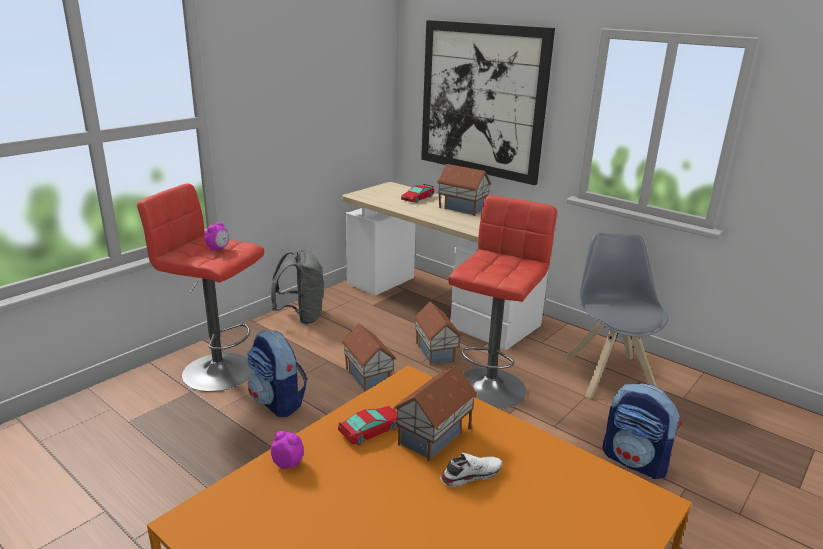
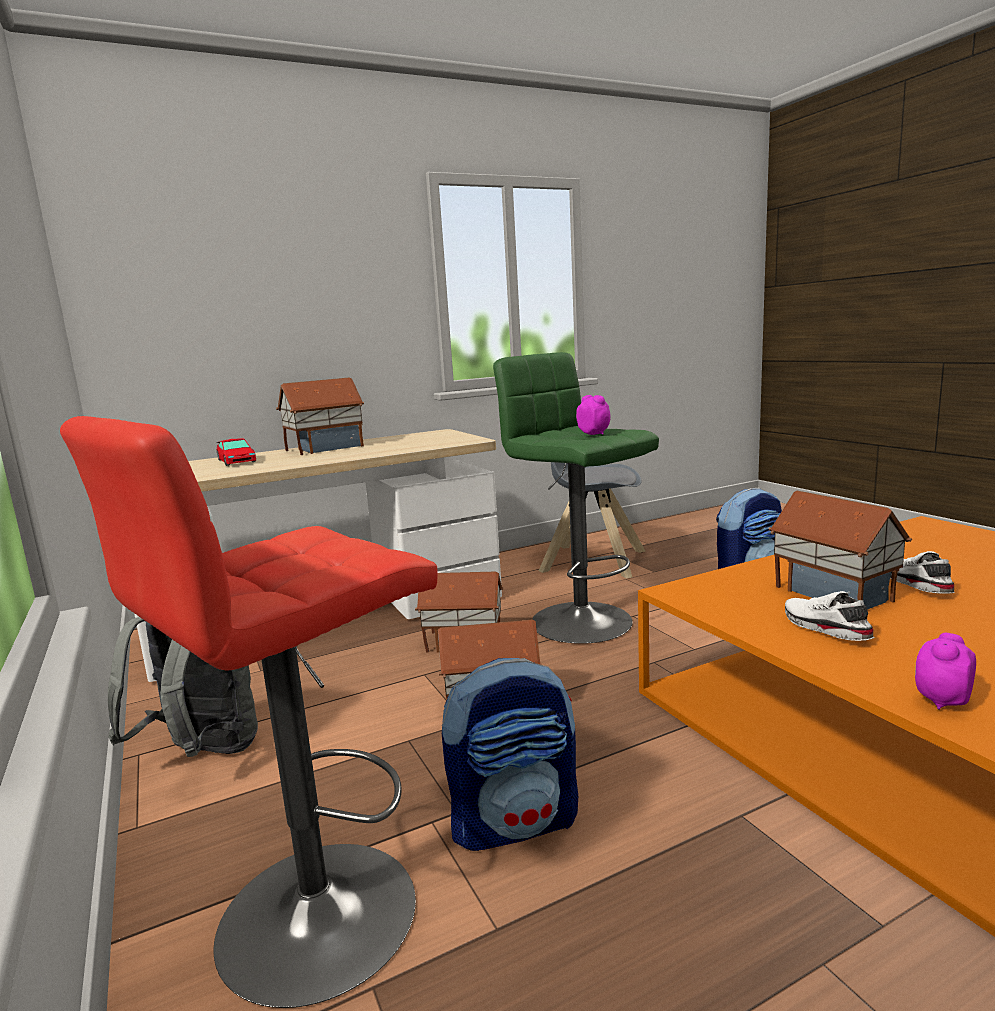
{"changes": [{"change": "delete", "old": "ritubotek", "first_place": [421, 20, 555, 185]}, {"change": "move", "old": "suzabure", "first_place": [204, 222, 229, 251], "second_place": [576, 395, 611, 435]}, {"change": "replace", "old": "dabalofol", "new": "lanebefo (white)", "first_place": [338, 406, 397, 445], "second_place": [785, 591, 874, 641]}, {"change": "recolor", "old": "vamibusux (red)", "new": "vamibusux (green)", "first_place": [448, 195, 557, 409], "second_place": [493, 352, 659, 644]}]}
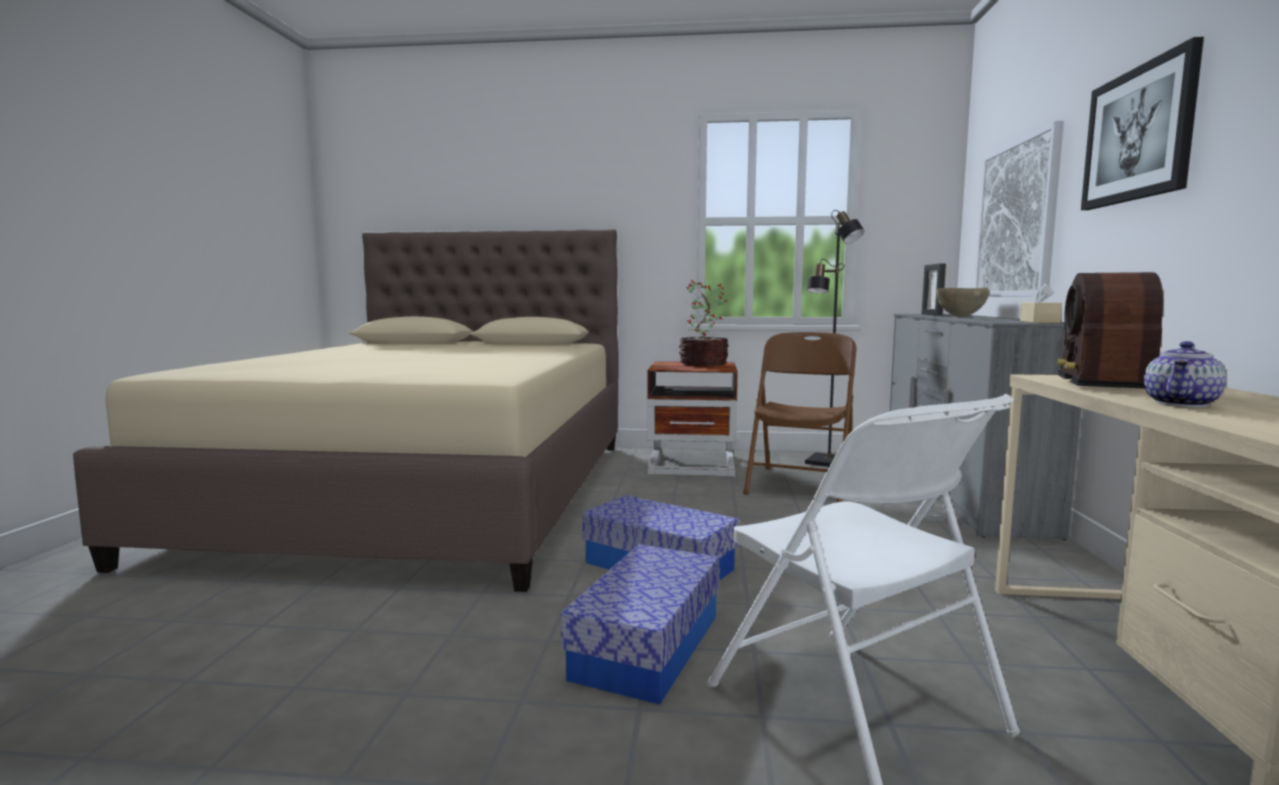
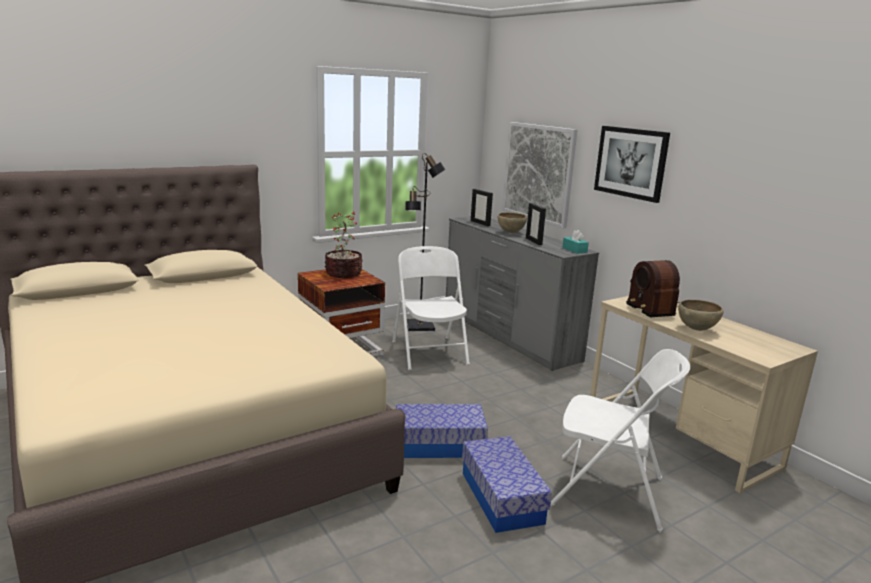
{"changes": [{"change": "insert", "new": "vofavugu", "second_place": [526, 203, 546, 245]}, {"change": "replace", "old": "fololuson", "new": "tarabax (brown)", "first_place": [1144, 341, 1226, 407], "second_place": [678, 299, 723, 331]}, {"change": "recolor", "old": "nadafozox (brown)", "new": "nadafozox (white)", "first_place": [743, 332, 856, 502], "second_place": [392, 246, 470, 370]}, {"change": "recolor", "old": "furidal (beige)", "new": "furidal (turquoise)", "first_place": [1020, 284, 1062, 323], "second_place": [562, 230, 589, 254]}]}
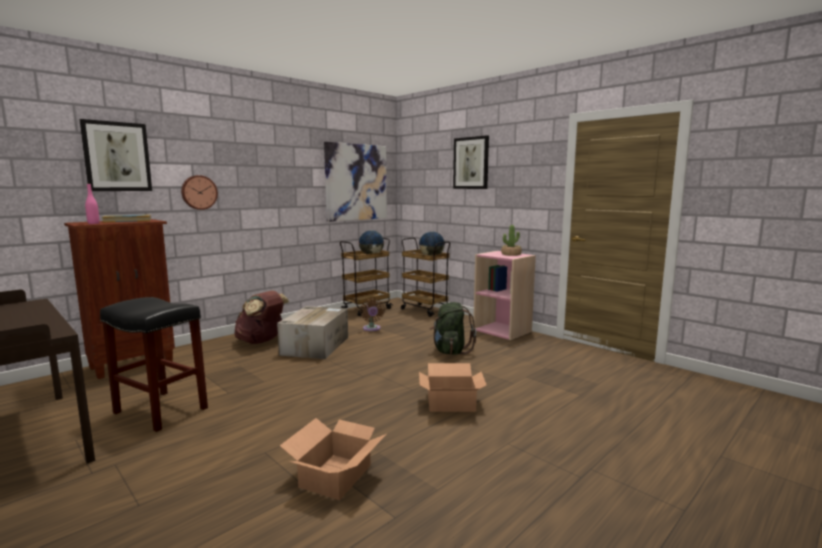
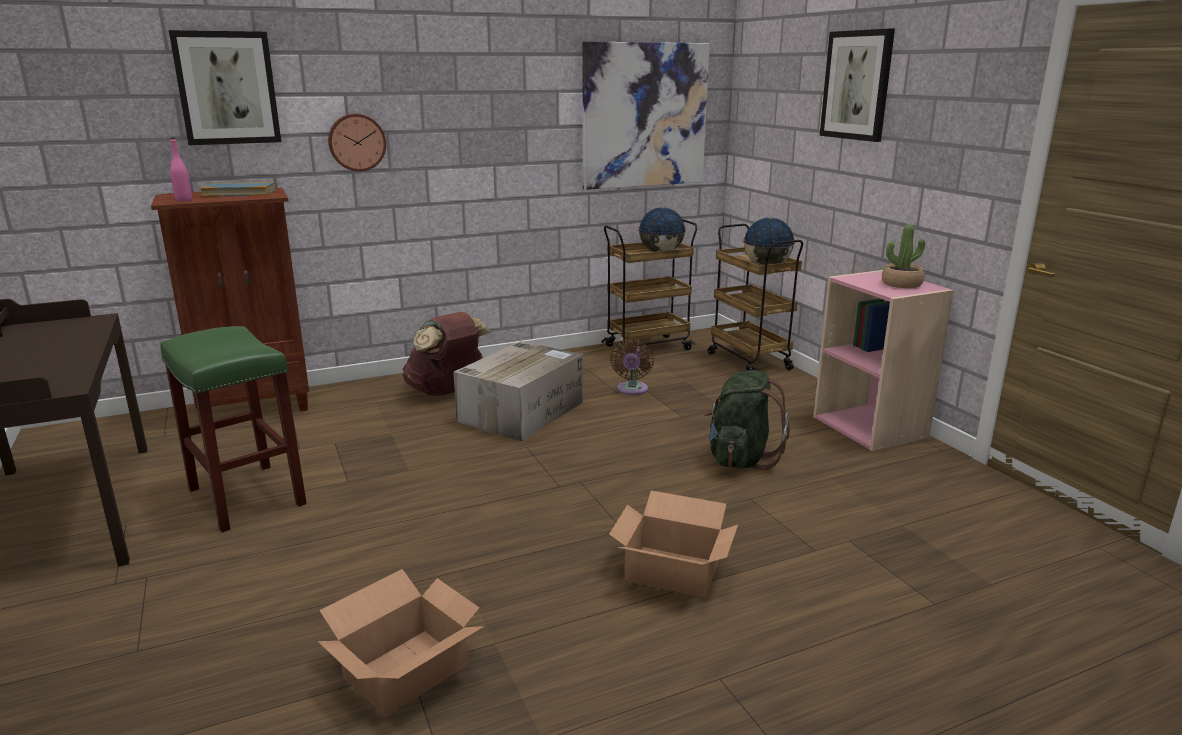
{"changes": [{"change": "recolor", "old": "vamibusux (black)", "new": "vamibusux (green)", "first_place": [100, 297, 208, 432], "second_place": [160, 326, 307, 533]}]}
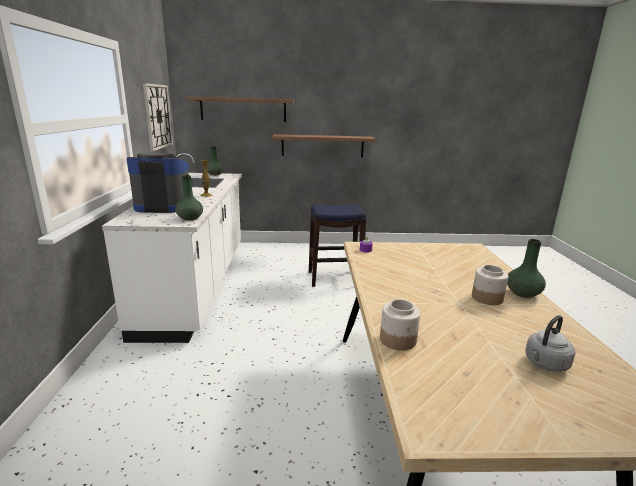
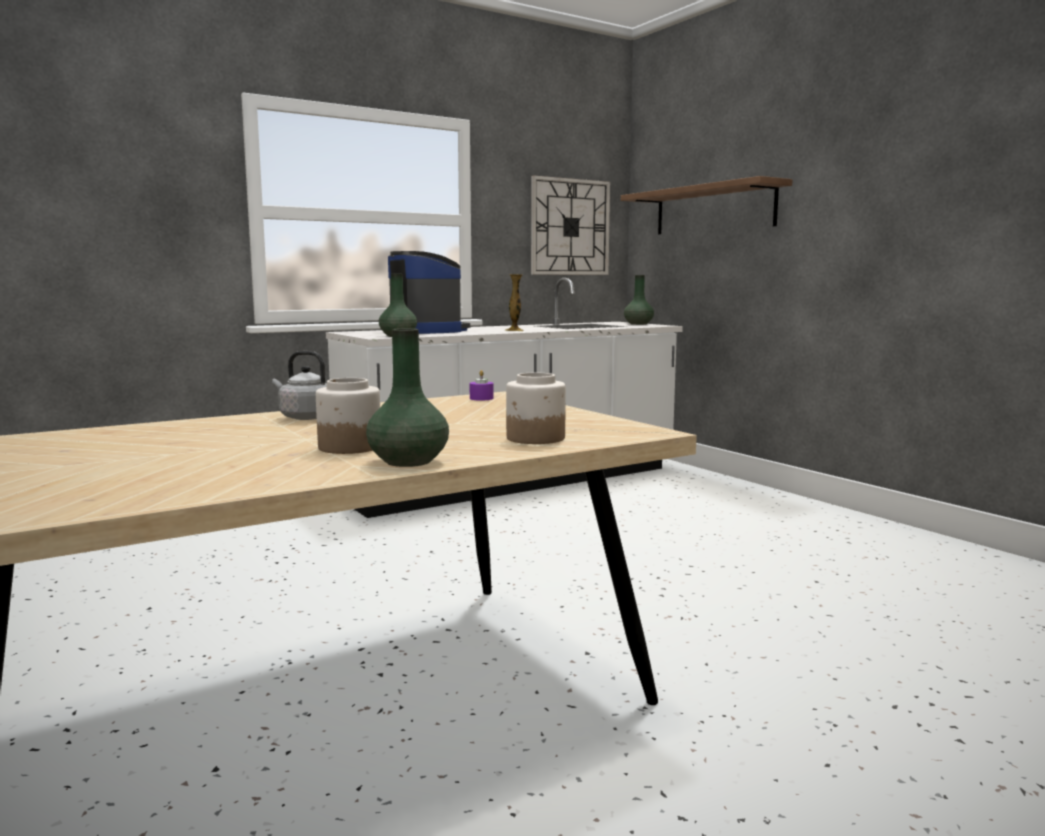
{"changes": [{"change": "delete", "old": "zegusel", "first_place": [272, 134, 375, 158]}, {"change": "delete", "old": "vamibusux", "first_place": [309, 204, 366, 287]}, {"change": "move", "old": "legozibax", "first_place": [380, 299, 420, 351], "second_place": [506, 373, 566, 444]}, {"change": "move", "old": "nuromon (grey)", "first_place": [525, 315, 576, 372], "second_place": [272, 351, 327, 420]}]}
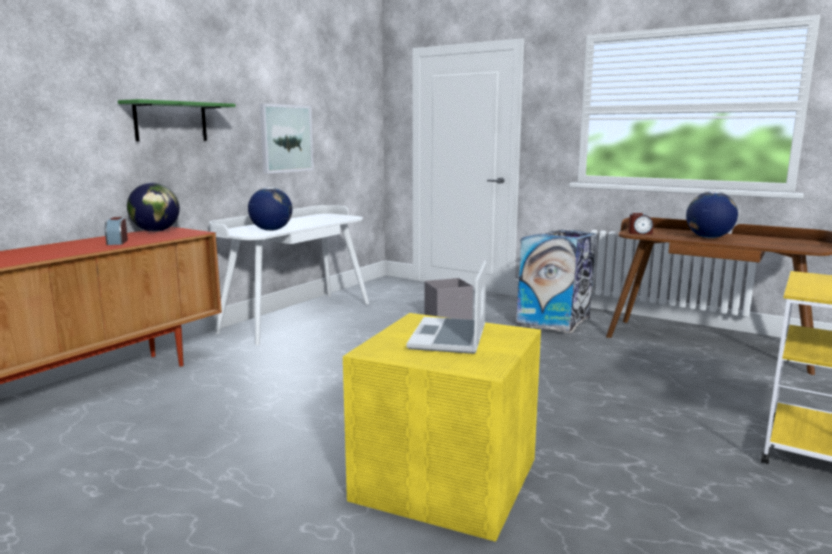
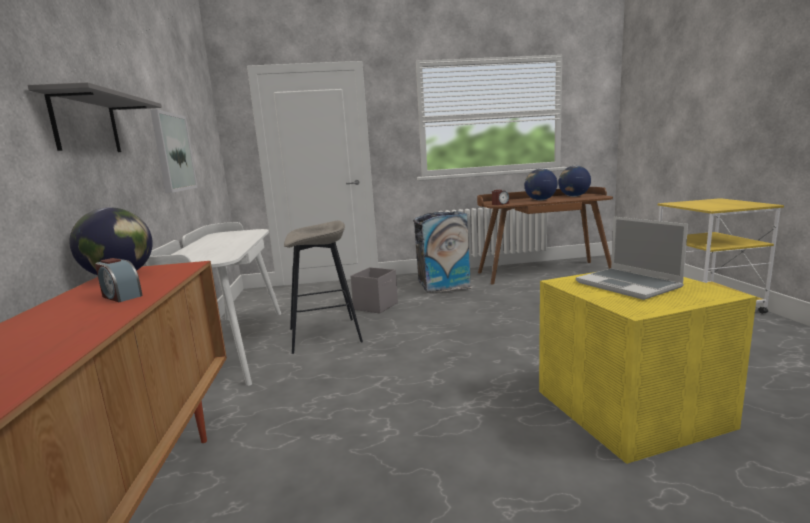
{"changes": [{"change": "insert", "new": "vamibusux (grey)", "second_place": [284, 221, 363, 354]}, {"change": "move", "old": "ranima", "first_place": [248, 187, 292, 231], "second_place": [558, 166, 591, 197]}, {"change": "recolor", "old": "zegusel (green)", "new": "zegusel (grey)", "first_place": [118, 99, 236, 142], "second_place": [28, 82, 162, 152]}]}
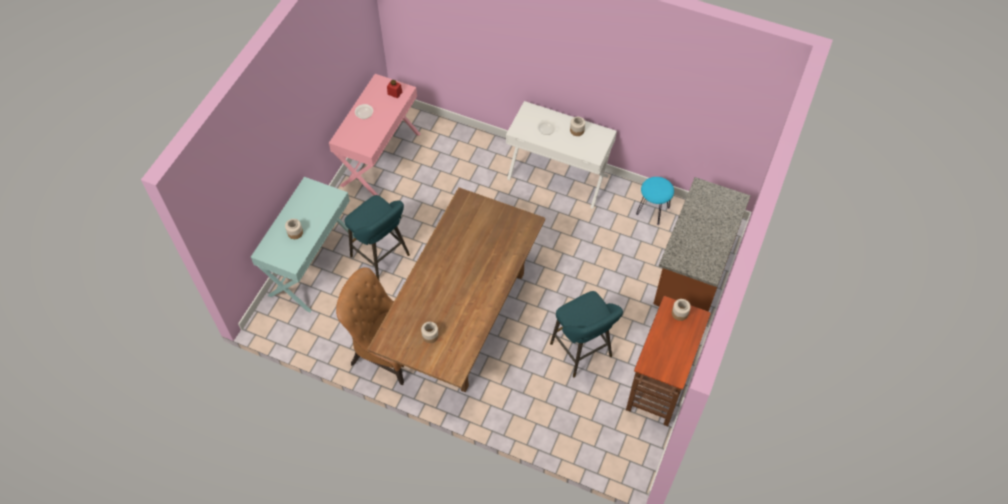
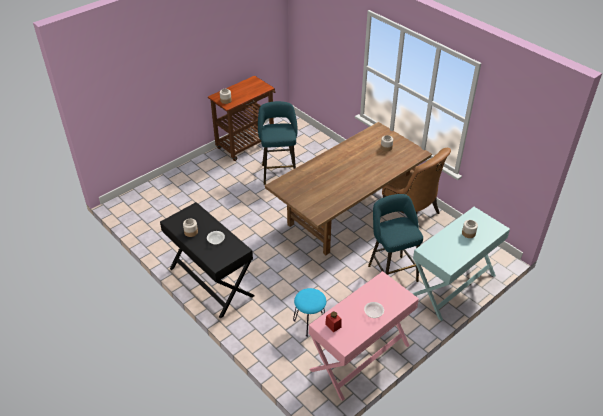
{"changes": [{"change": "delete", "old": "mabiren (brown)", "first_place": [653, 177, 750, 312]}, {"change": "move", "old": "vamibusux (turquoise)", "first_place": [636, 177, 674, 225], "second_place": [293, 288, 326, 337]}, {"change": "recolor", "old": "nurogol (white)", "new": "nurogol (black)", "first_place": [506, 101, 617, 209], "second_place": [160, 202, 255, 319]}]}
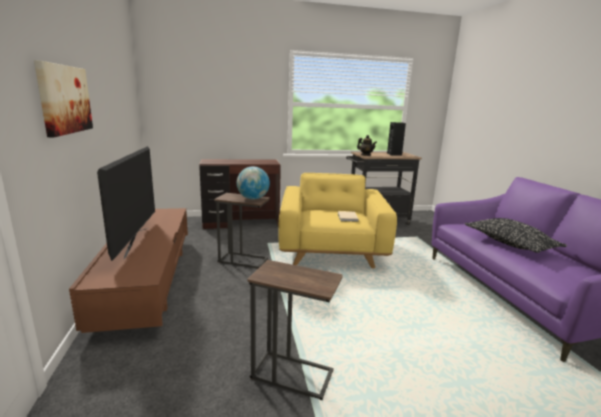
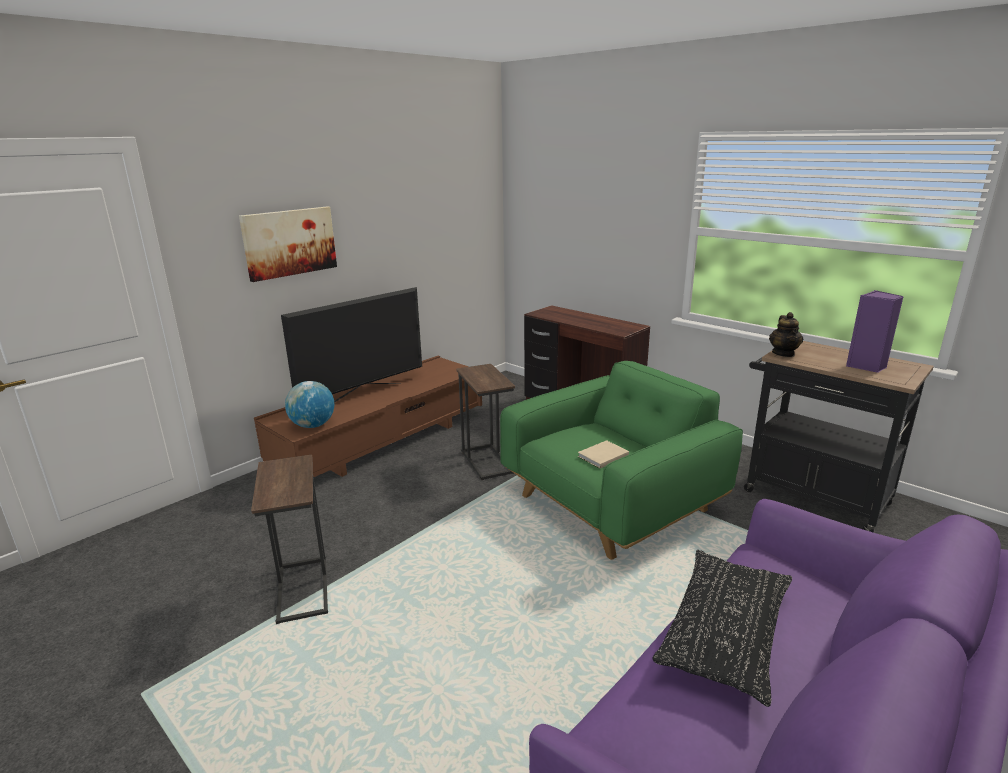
{"changes": [{"change": "move", "old": "ranima", "first_place": [237, 167, 270, 199], "second_place": [285, 381, 334, 428]}, {"change": "recolor", "old": "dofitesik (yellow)", "new": "dofitesik (green)", "first_place": [278, 173, 397, 268], "second_place": [500, 361, 743, 560]}, {"change": "recolor", "old": "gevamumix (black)", "new": "gevamumix (purple)", "first_place": [387, 122, 406, 156], "second_place": [846, 290, 904, 373]}]}
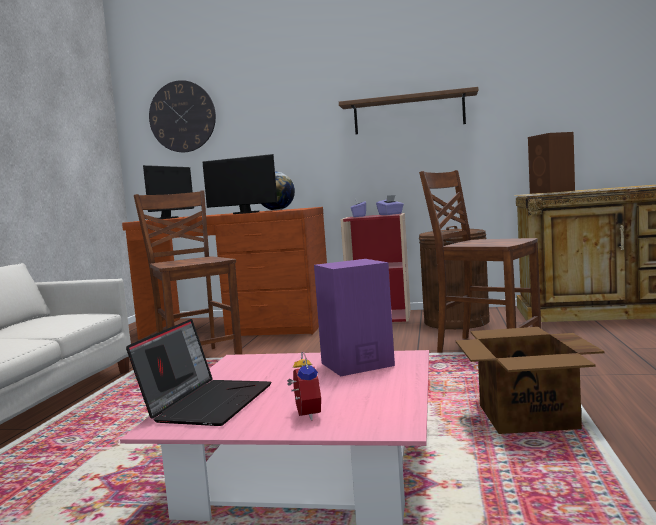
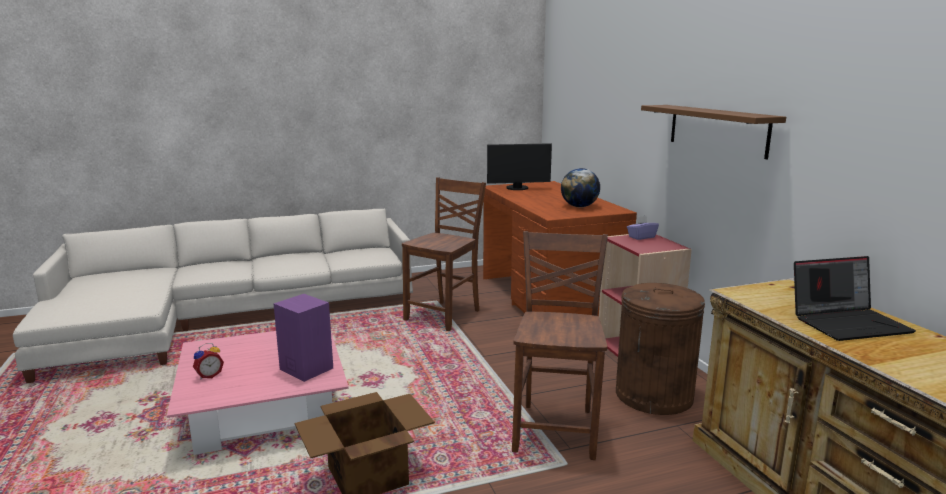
{"changes": [{"change": "delete", "old": "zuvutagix", "first_place": [149, 80, 216, 152]}, {"change": "delete", "old": "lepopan", "first_place": [202, 154, 277, 214]}, {"change": "delete", "old": "furidal (purple)", "first_place": [376, 195, 404, 215]}, {"change": "delete", "old": "gevamumix (brown)", "first_place": [528, 132, 575, 194]}, {"change": "move", "old": "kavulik", "first_place": [126, 319, 271, 426], "second_place": [794, 256, 916, 341]}]}
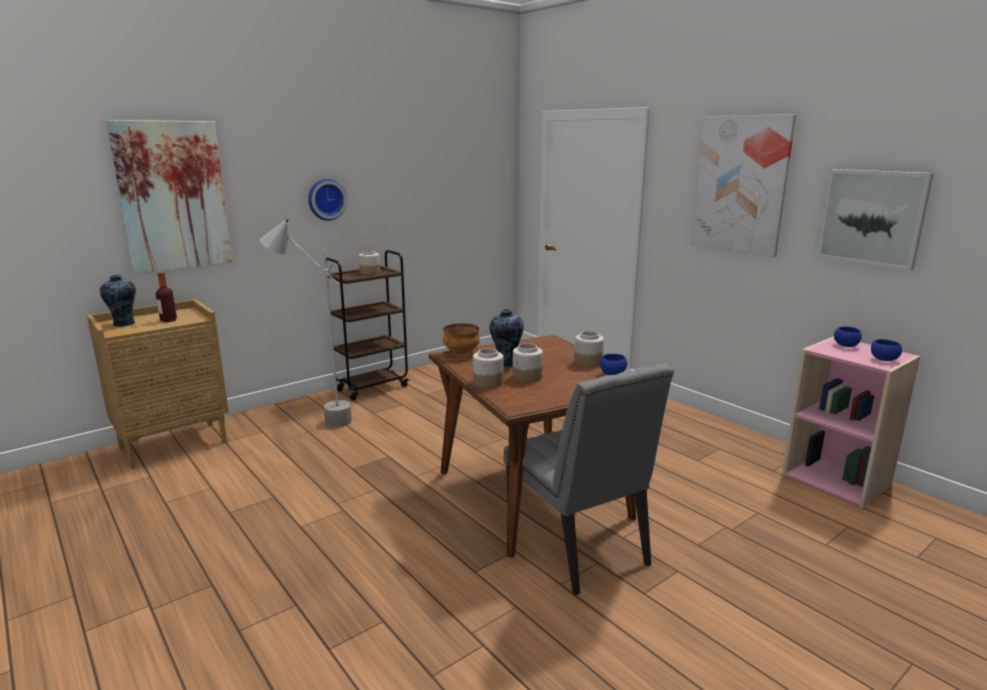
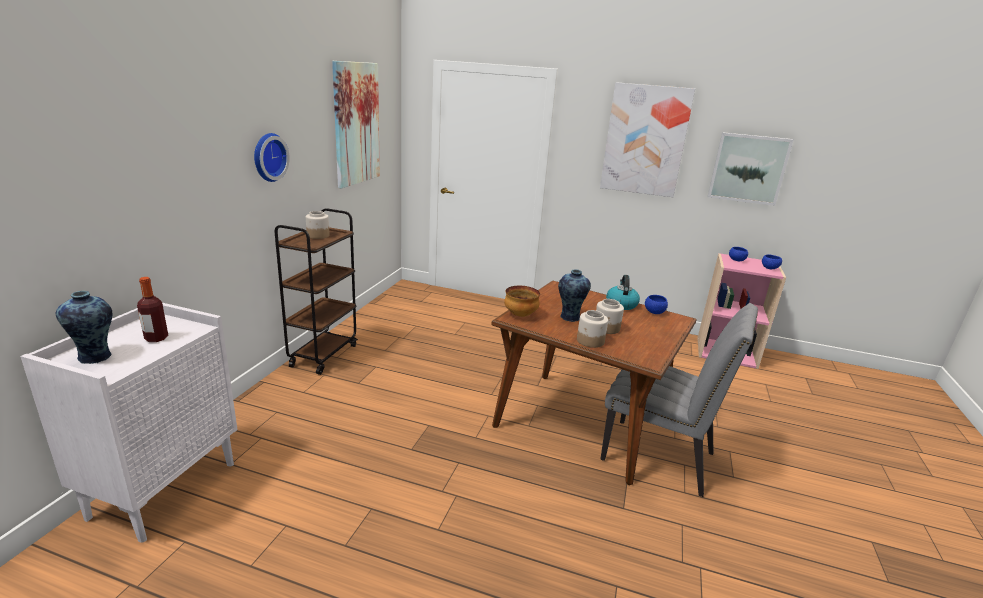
{"changes": [{"change": "delete", "old": "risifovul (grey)", "first_place": [260, 218, 352, 427]}, {"change": "move", "old": "ritubotek", "first_place": [106, 120, 233, 274], "second_place": [332, 61, 380, 188]}, {"change": "replace", "old": "legozibax", "new": "nuromon", "first_place": [574, 331, 604, 367], "second_place": [606, 275, 640, 310]}, {"change": "recolor", "old": "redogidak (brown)", "new": "redogidak (white)", "first_place": [87, 299, 229, 469], "second_place": [20, 303, 238, 543]}]}
